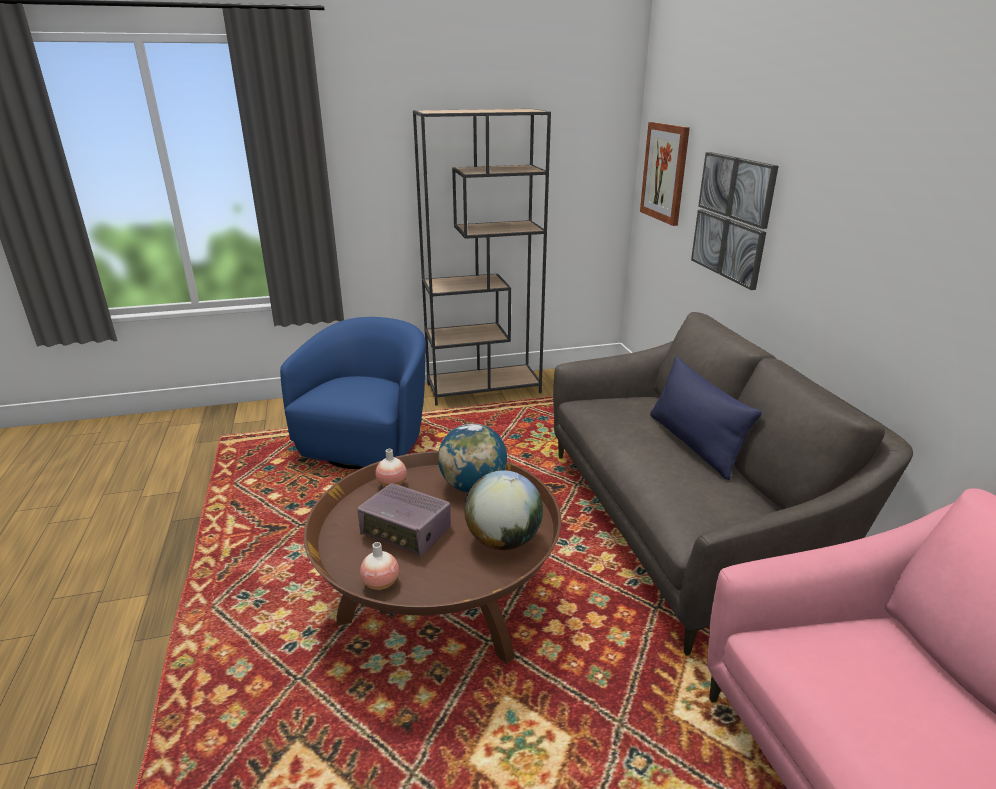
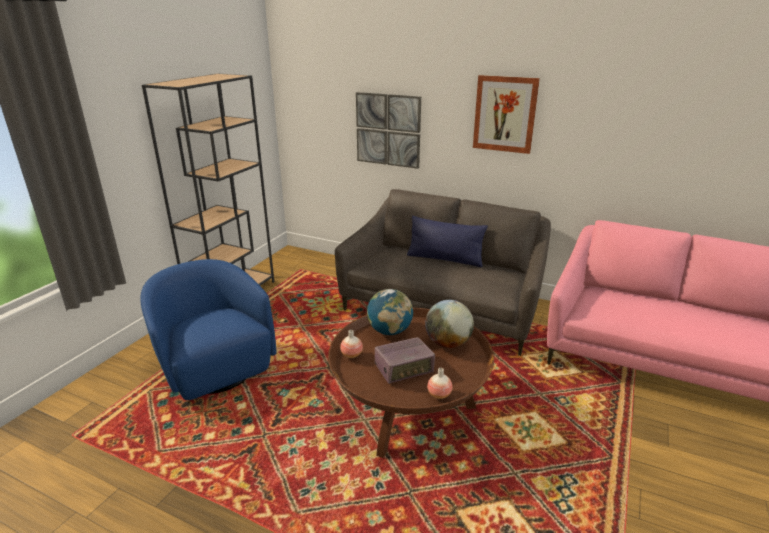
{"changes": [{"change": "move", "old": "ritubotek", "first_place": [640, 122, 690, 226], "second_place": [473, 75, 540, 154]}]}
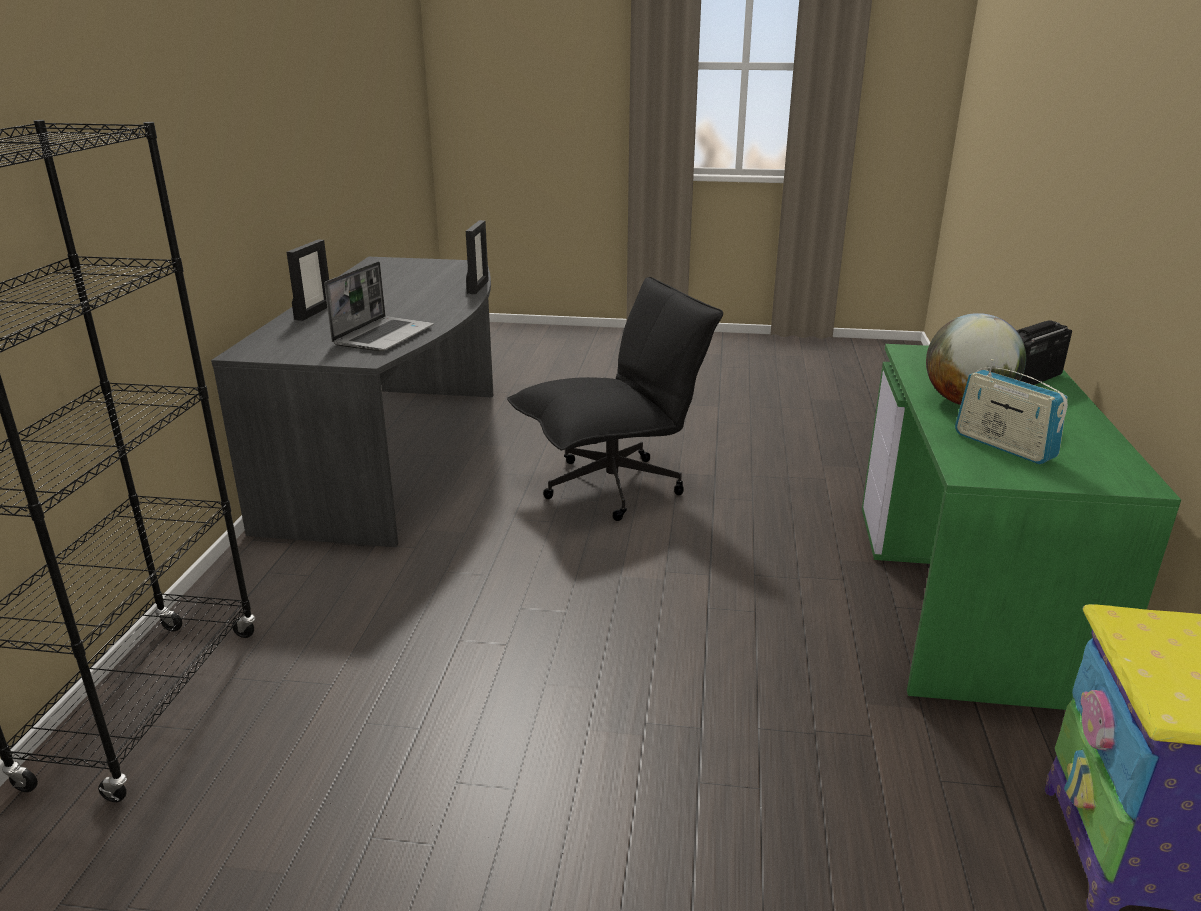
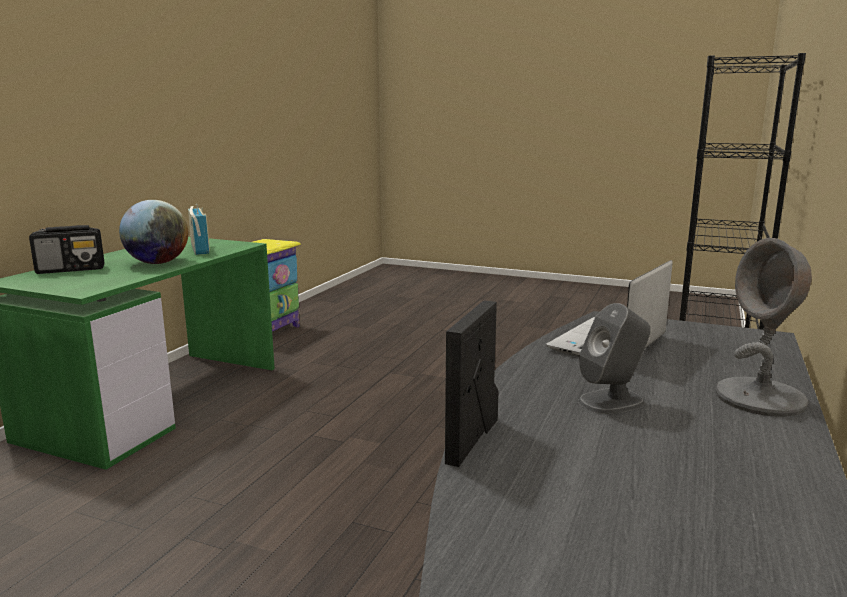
{"changes": [{"change": "delete", "old": "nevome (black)", "first_place": [507, 277, 723, 521]}, {"change": "insert", "new": "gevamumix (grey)", "second_place": [578, 303, 651, 414]}, {"change": "replace", "old": "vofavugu", "new": "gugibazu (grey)", "first_place": [287, 240, 329, 321], "second_place": [715, 238, 812, 417]}]}
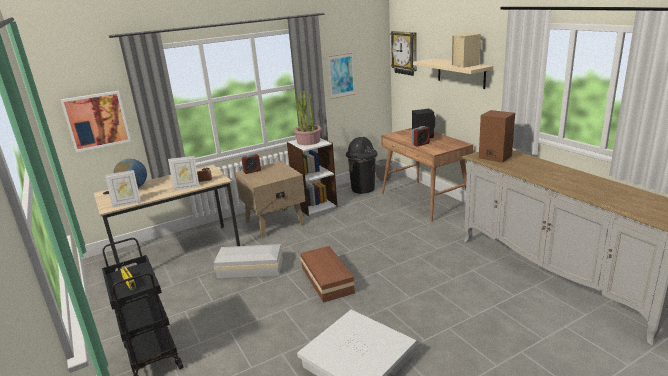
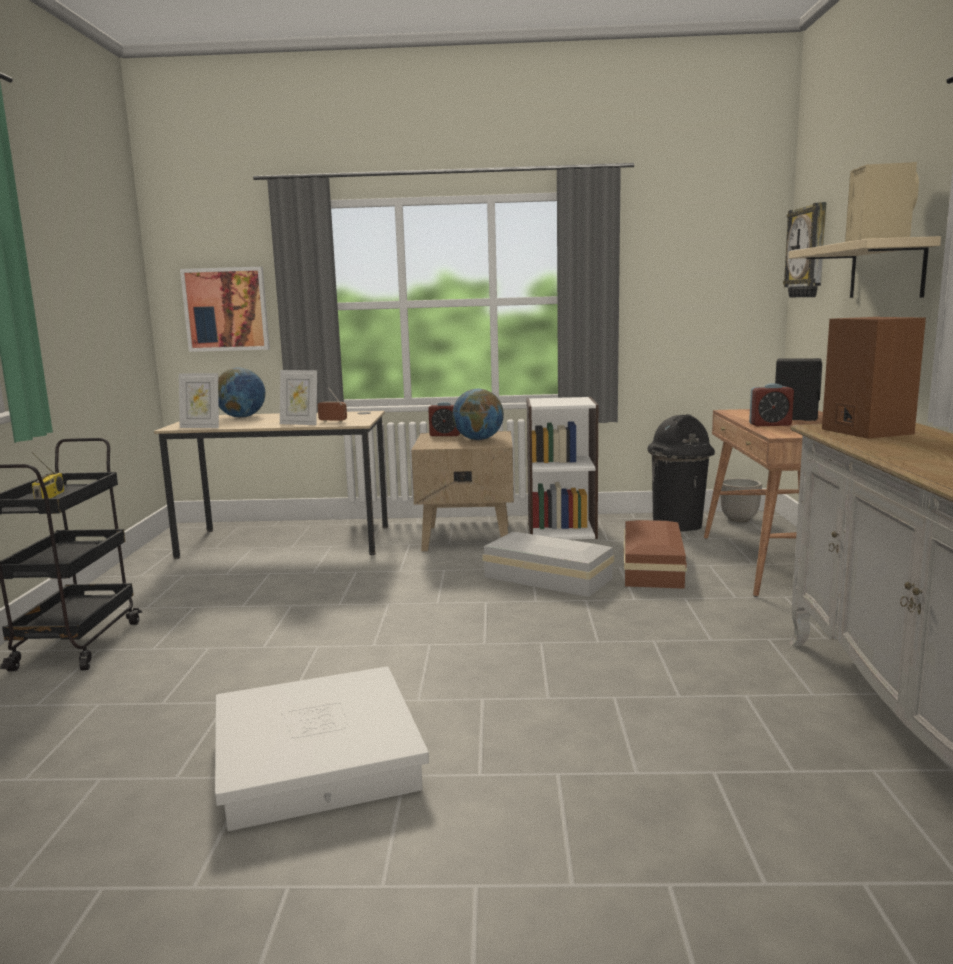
{"changes": [{"change": "delete", "old": "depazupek", "first_place": [294, 90, 322, 145]}, {"change": "delete", "old": "ritubotek", "first_place": [328, 53, 355, 99]}, {"change": "insert", "new": "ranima", "second_place": [452, 389, 504, 440]}, {"change": "move", "old": "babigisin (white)", "first_place": [214, 244, 283, 278], "second_place": [482, 532, 614, 597]}, {"change": "move", "old": "babigisin (brown)", "first_place": [300, 246, 355, 303], "second_place": [624, 520, 687, 589]}]}
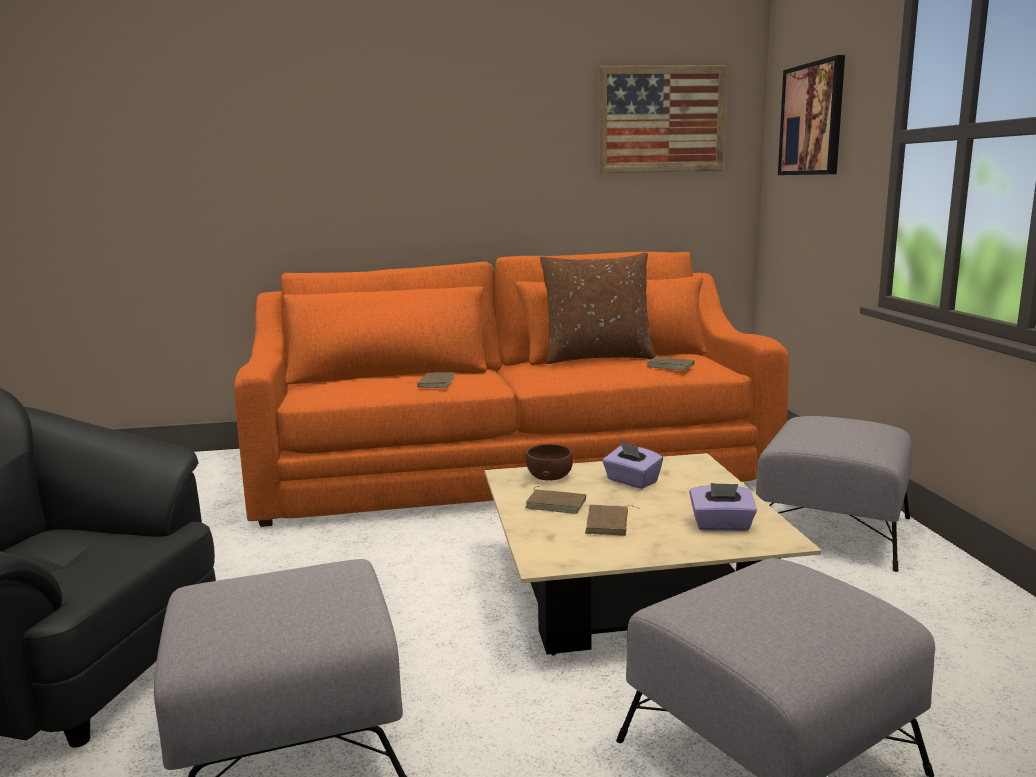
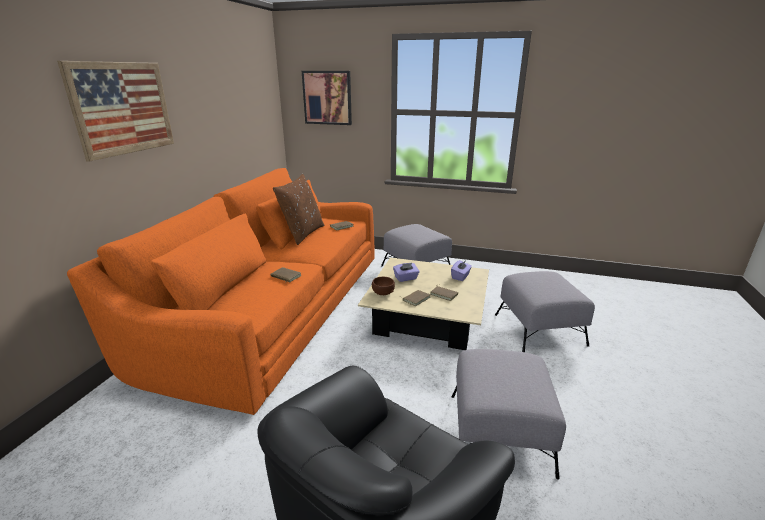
{"changes": [{"change": "move", "old": "ritubotek", "first_place": [598, 65, 727, 174], "second_place": [57, 61, 174, 162]}]}
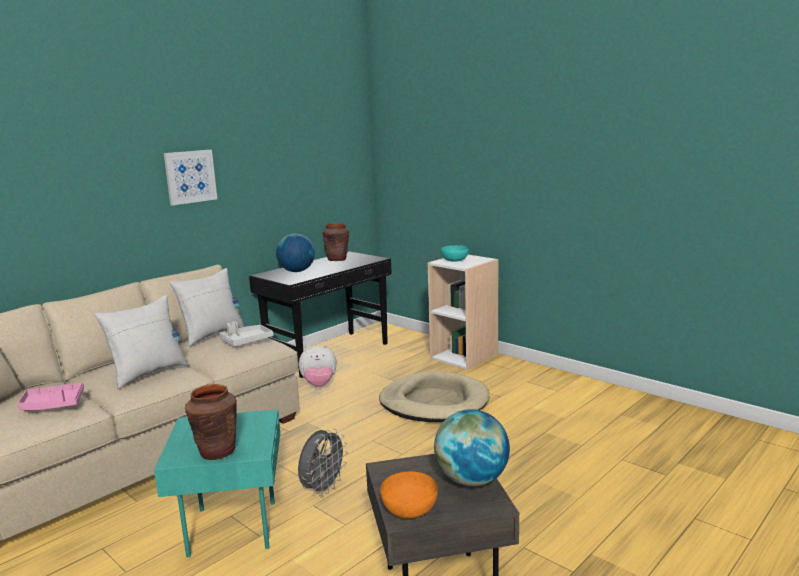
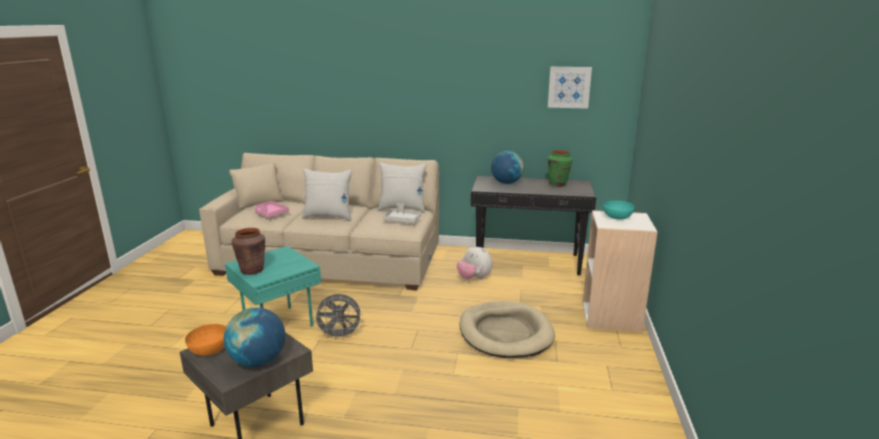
{"changes": [{"change": "move", "old": "ritubotek", "first_place": [164, 150, 217, 206], "second_place": [548, 67, 592, 109]}, {"change": "recolor", "old": "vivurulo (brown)", "new": "vivurulo (green)", "first_place": [323, 223, 349, 261], "second_place": [548, 150, 573, 186]}]}
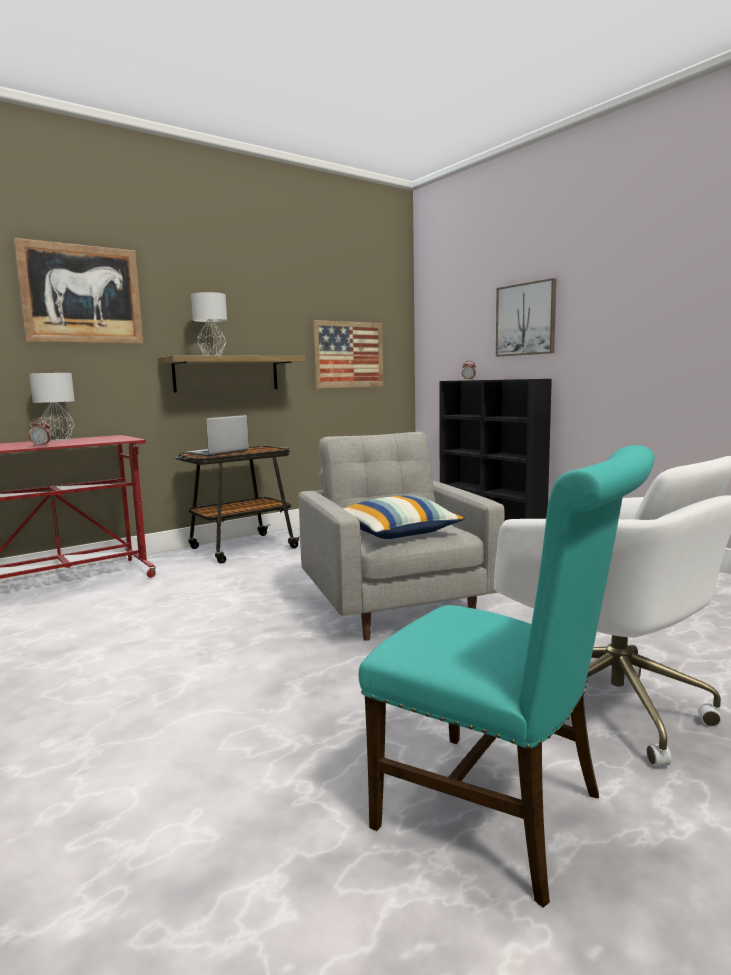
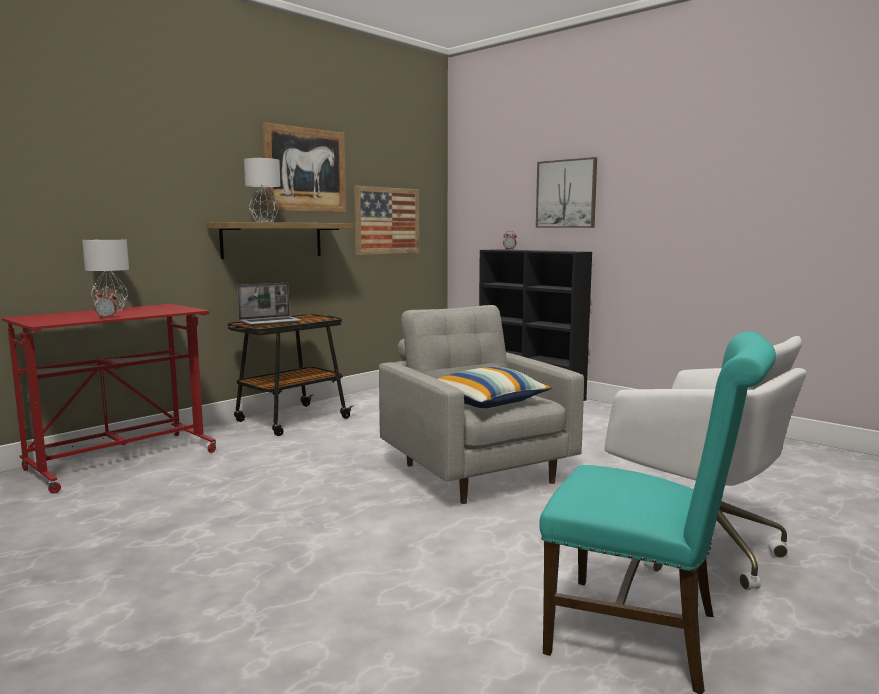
{"changes": [{"change": "move", "old": "ritubotek", "first_place": [14, 238, 143, 344], "second_place": [262, 122, 346, 213]}, {"change": "rotate", "old": "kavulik", "first_place": [186, 415, 249, 456], "second_place": [237, 283, 302, 326], "degrees": -150}]}
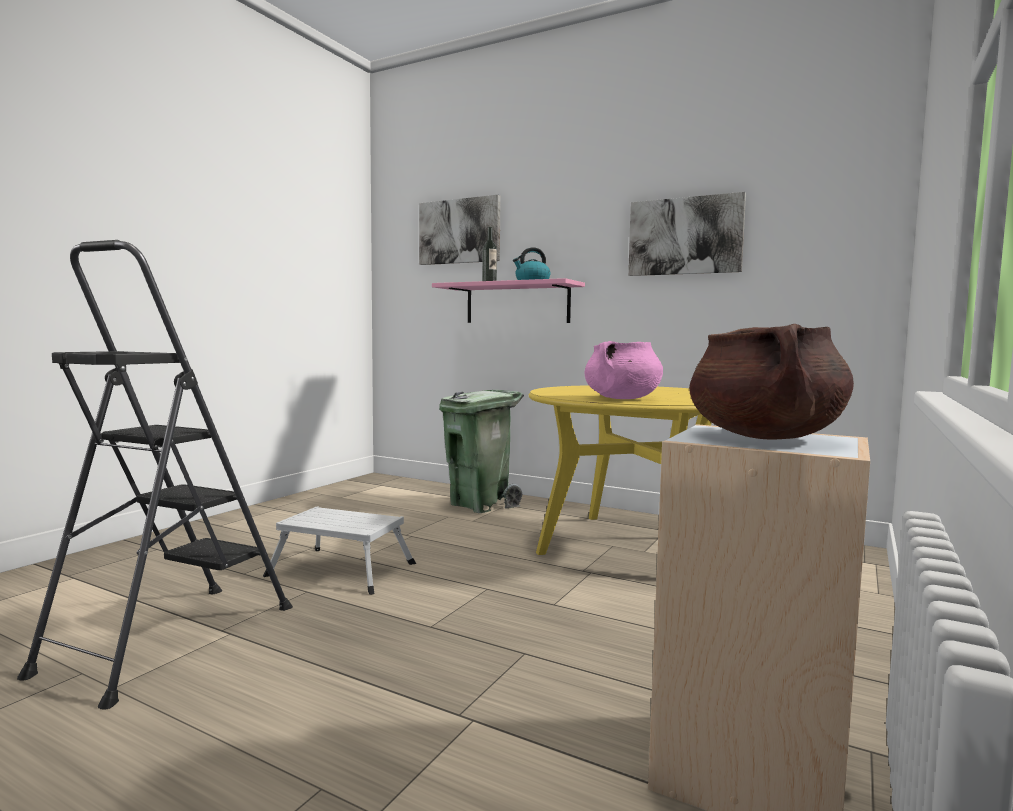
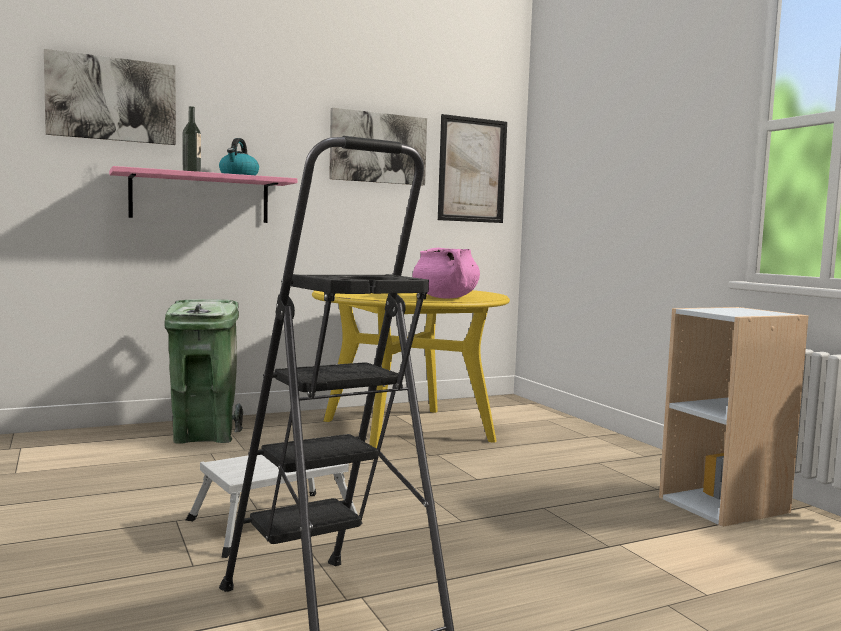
{"changes": [{"change": "delete", "old": "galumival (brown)", "first_place": [689, 324, 854, 439]}, {"change": "insert", "new": "ritubotek", "second_place": [438, 114, 507, 223]}]}
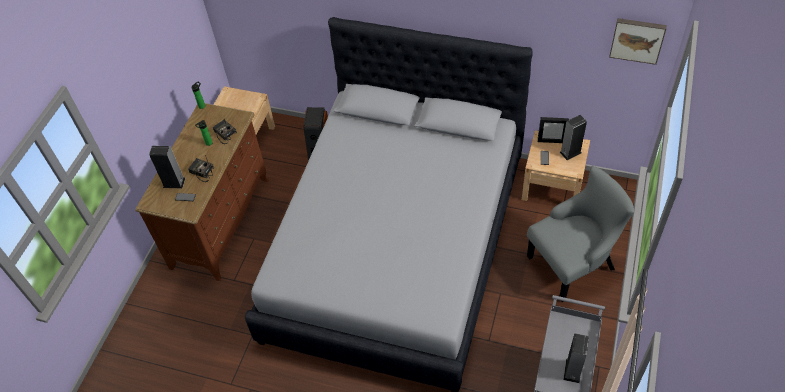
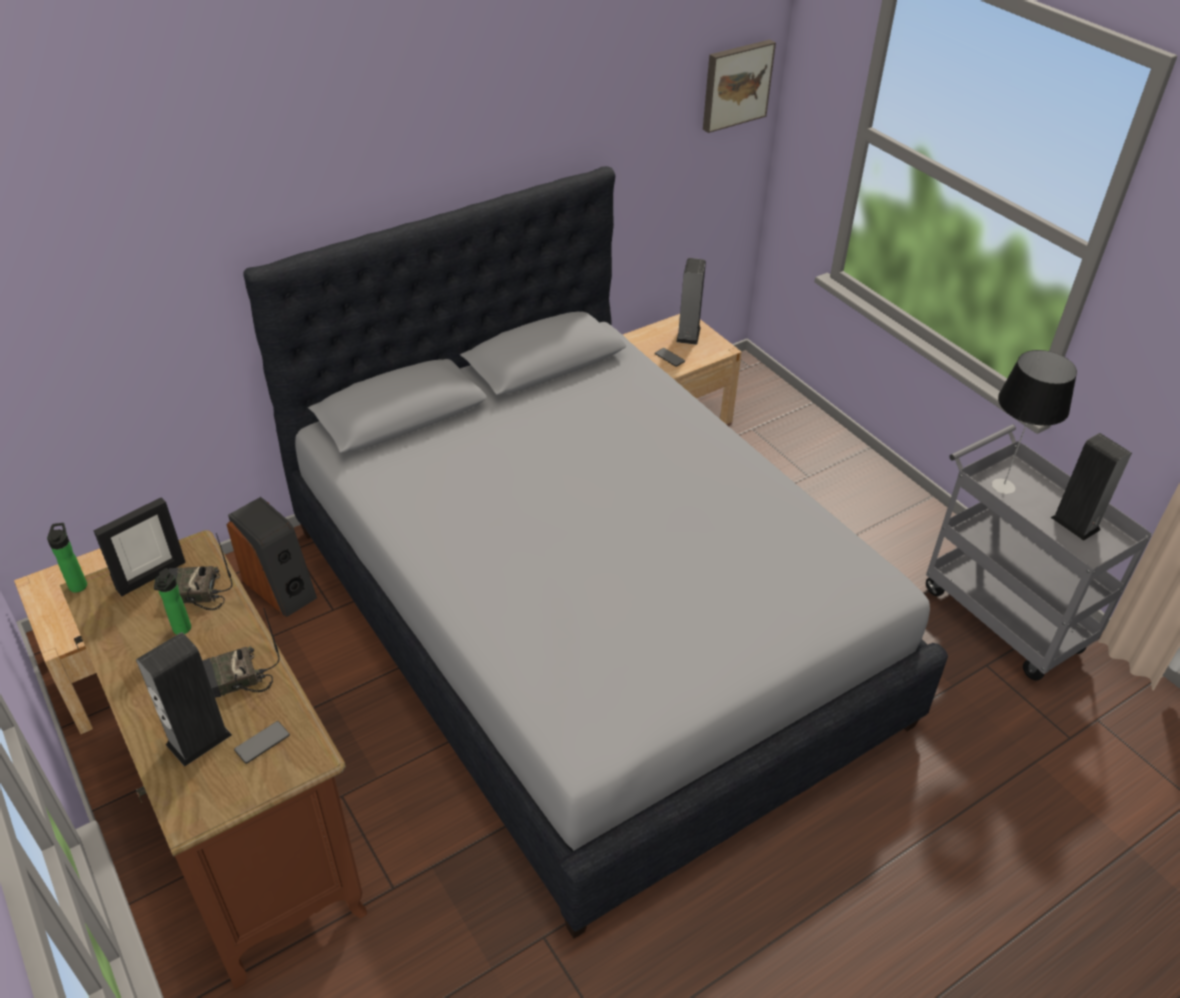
{"changes": [{"change": "delete", "old": "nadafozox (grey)", "first_place": [527, 166, 634, 302]}, {"change": "insert", "new": "gugibazu", "second_place": [992, 350, 1077, 494]}, {"change": "move", "old": "vofavugu", "first_place": [538, 117, 569, 143], "second_place": [93, 497, 186, 596]}]}
